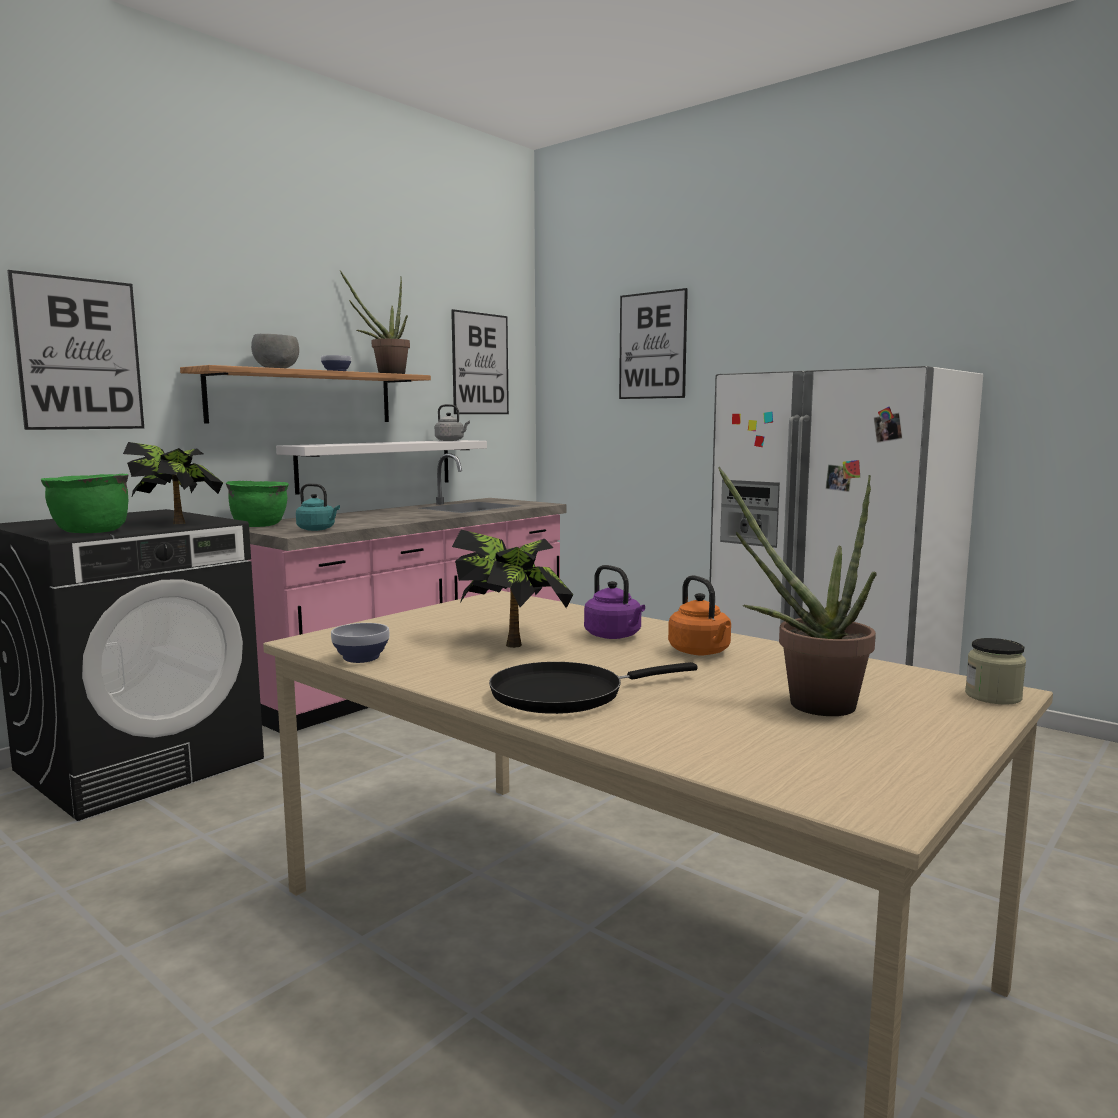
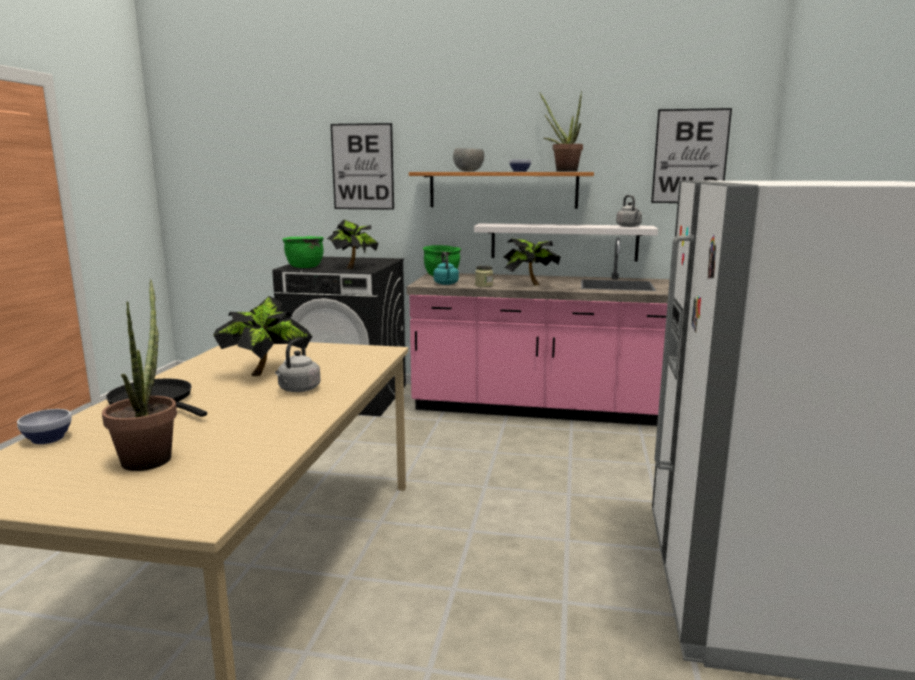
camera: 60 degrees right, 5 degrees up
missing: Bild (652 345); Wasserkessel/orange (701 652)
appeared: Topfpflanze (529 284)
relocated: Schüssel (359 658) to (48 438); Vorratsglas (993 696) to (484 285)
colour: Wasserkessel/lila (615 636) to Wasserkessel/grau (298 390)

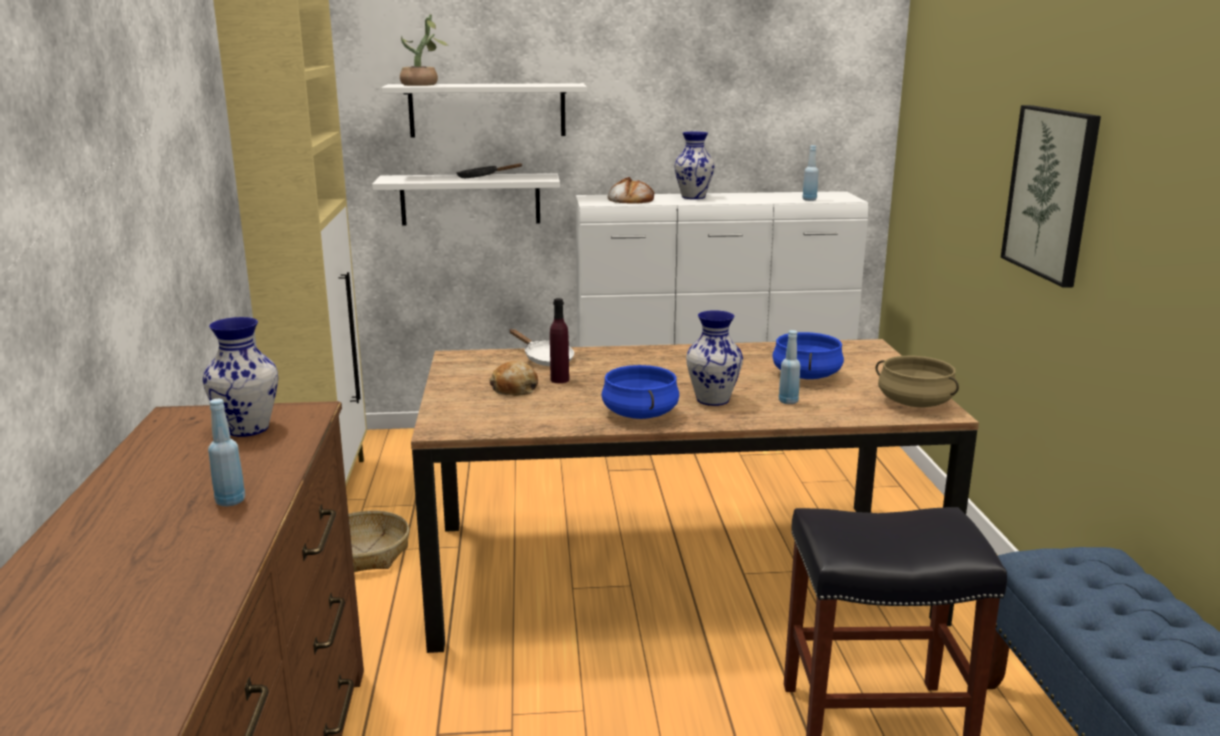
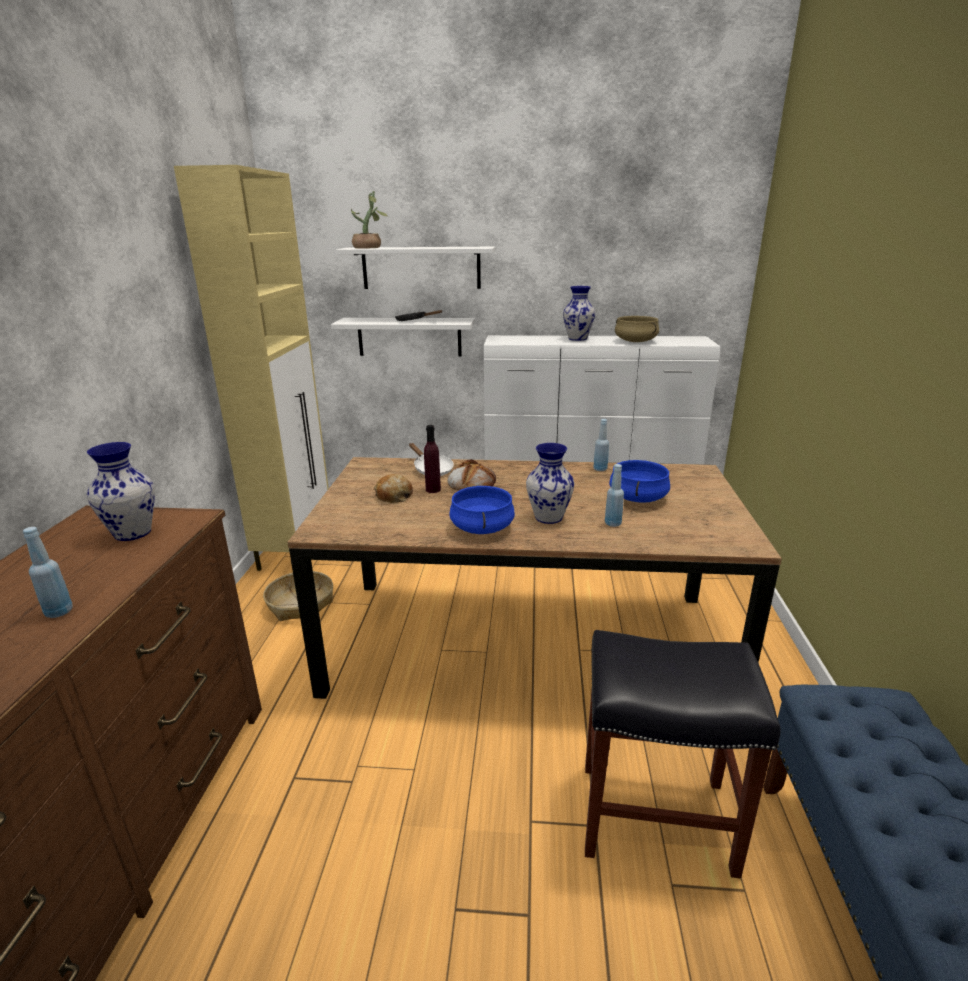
camera: 10 degrees right, 5 degrees up
missing: Bild (1051 193)
relocated: Flasche/blau (809 200) to (600 469); Brot (630 199) to (471 482); Kochtopf/beige (914 403) to (635 341)

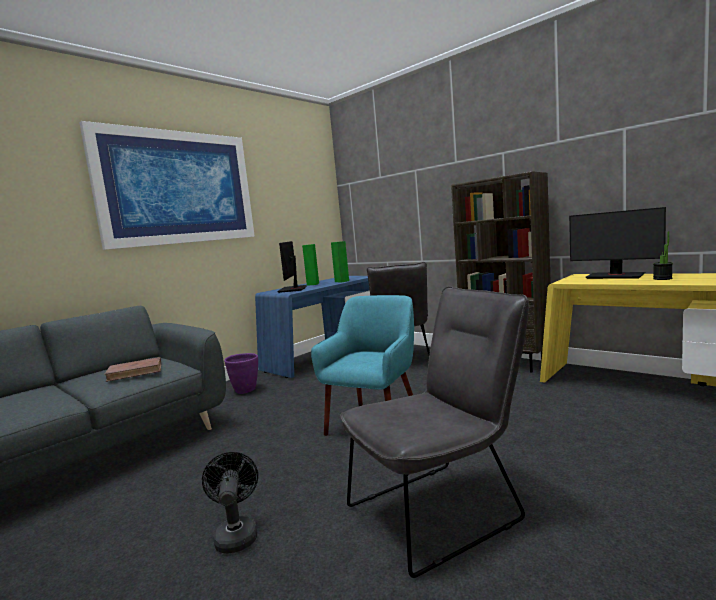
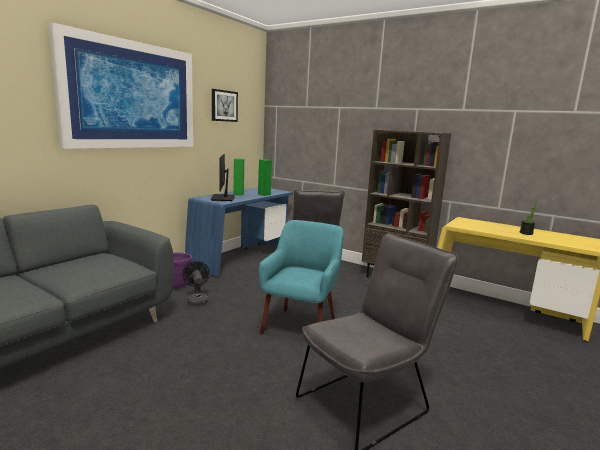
camera: 10 degrees left, 5 degrees up
missing: Monitor (615 276); Buch/braun (135 372)
appeared: Bild (224 106)
relocated: Ventilator/schwarz (236 534) to (197 300)

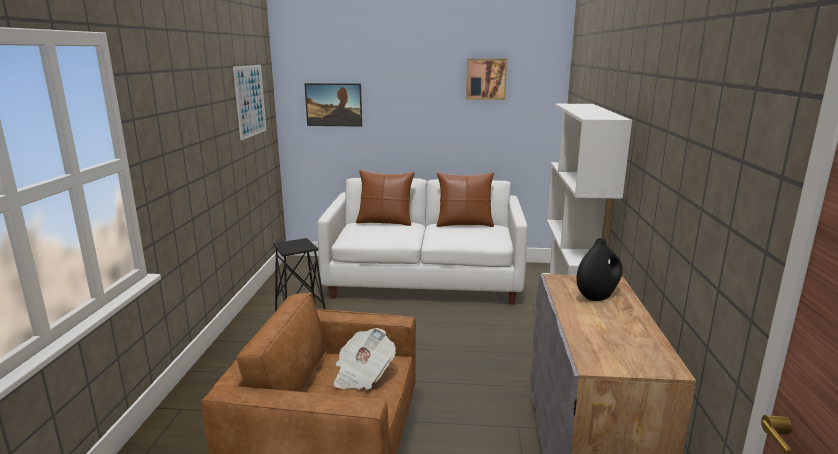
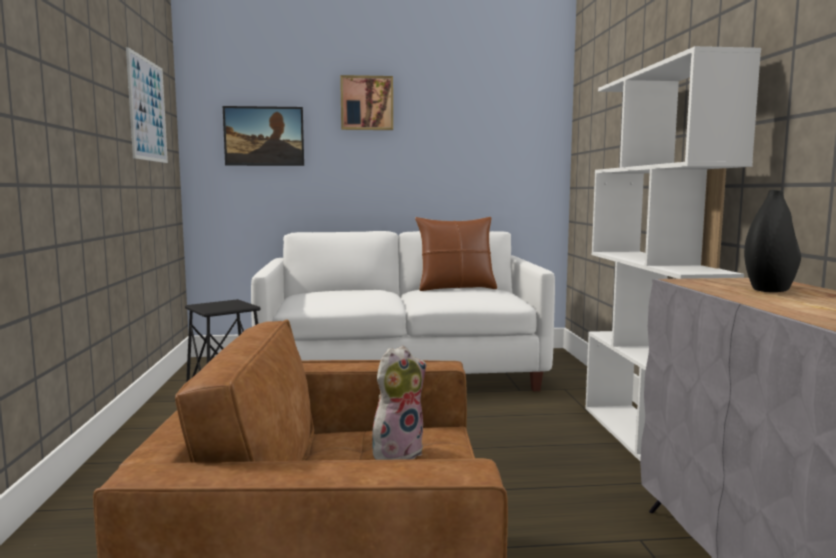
camera: 10 degrees left, 10 degrees down
missing: Kissen/braun (385 222)
relocated: Bild (486 79) to (367 103)
exchanged: Zeitung (362 374) to Plüschtier (397 451)

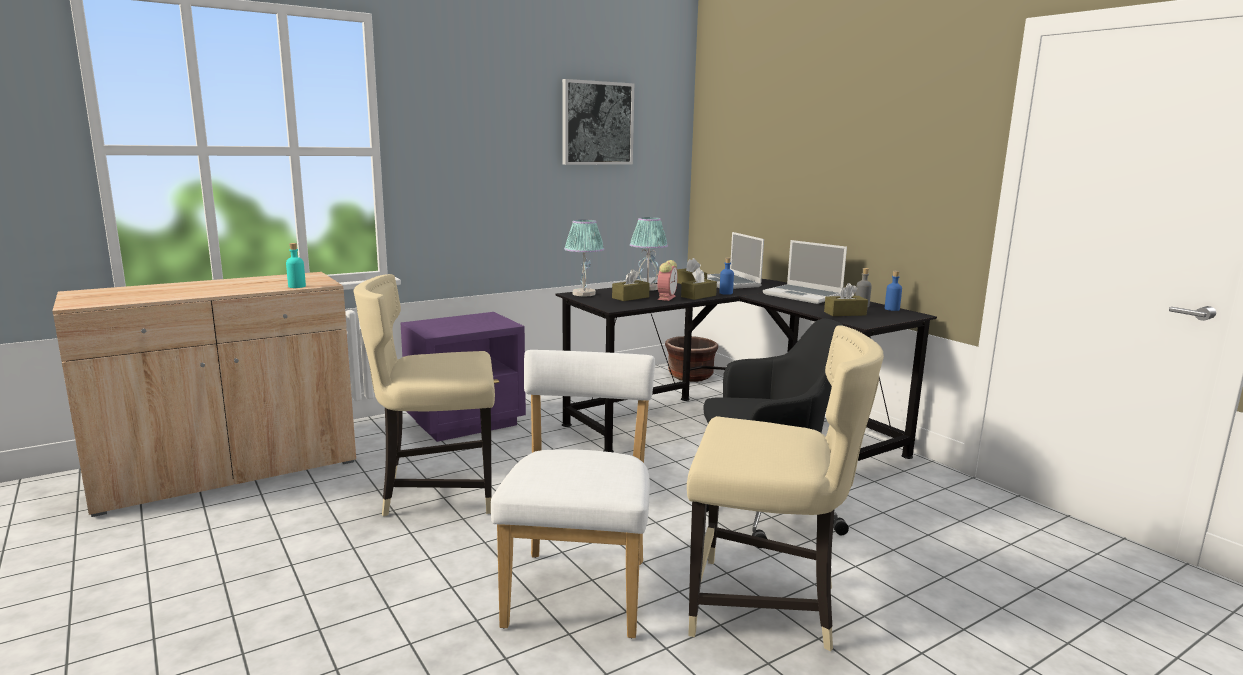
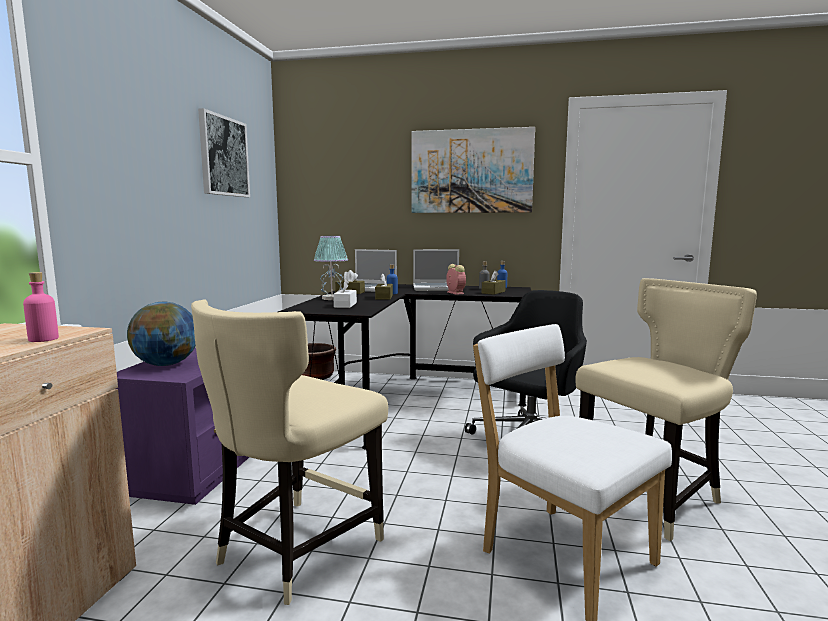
camera: 45 degrees left, 5 degrees down
missing: Tischlampe (583 294)
appeared: Bild (471 171); Globus (166 364)
relocated: Wecker (666 297) to (454 293)
colour: Flasche/türkis (297 286) to Flasche/rosa (43 339); Taschentuchbox/braun (630 297) to Taschentuchbox/weiß (345 305)

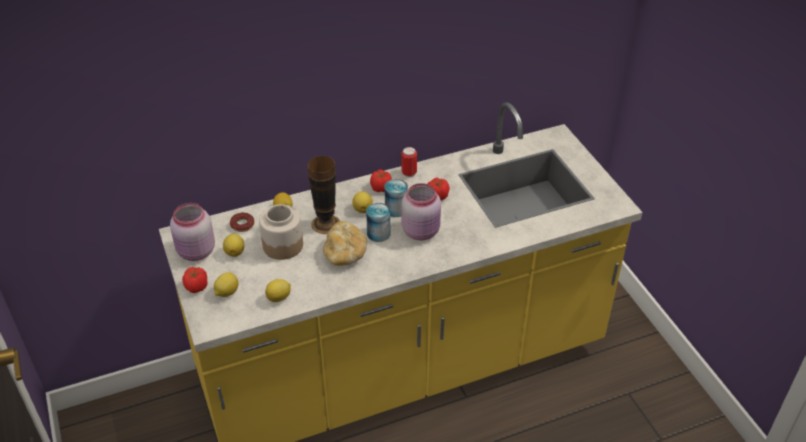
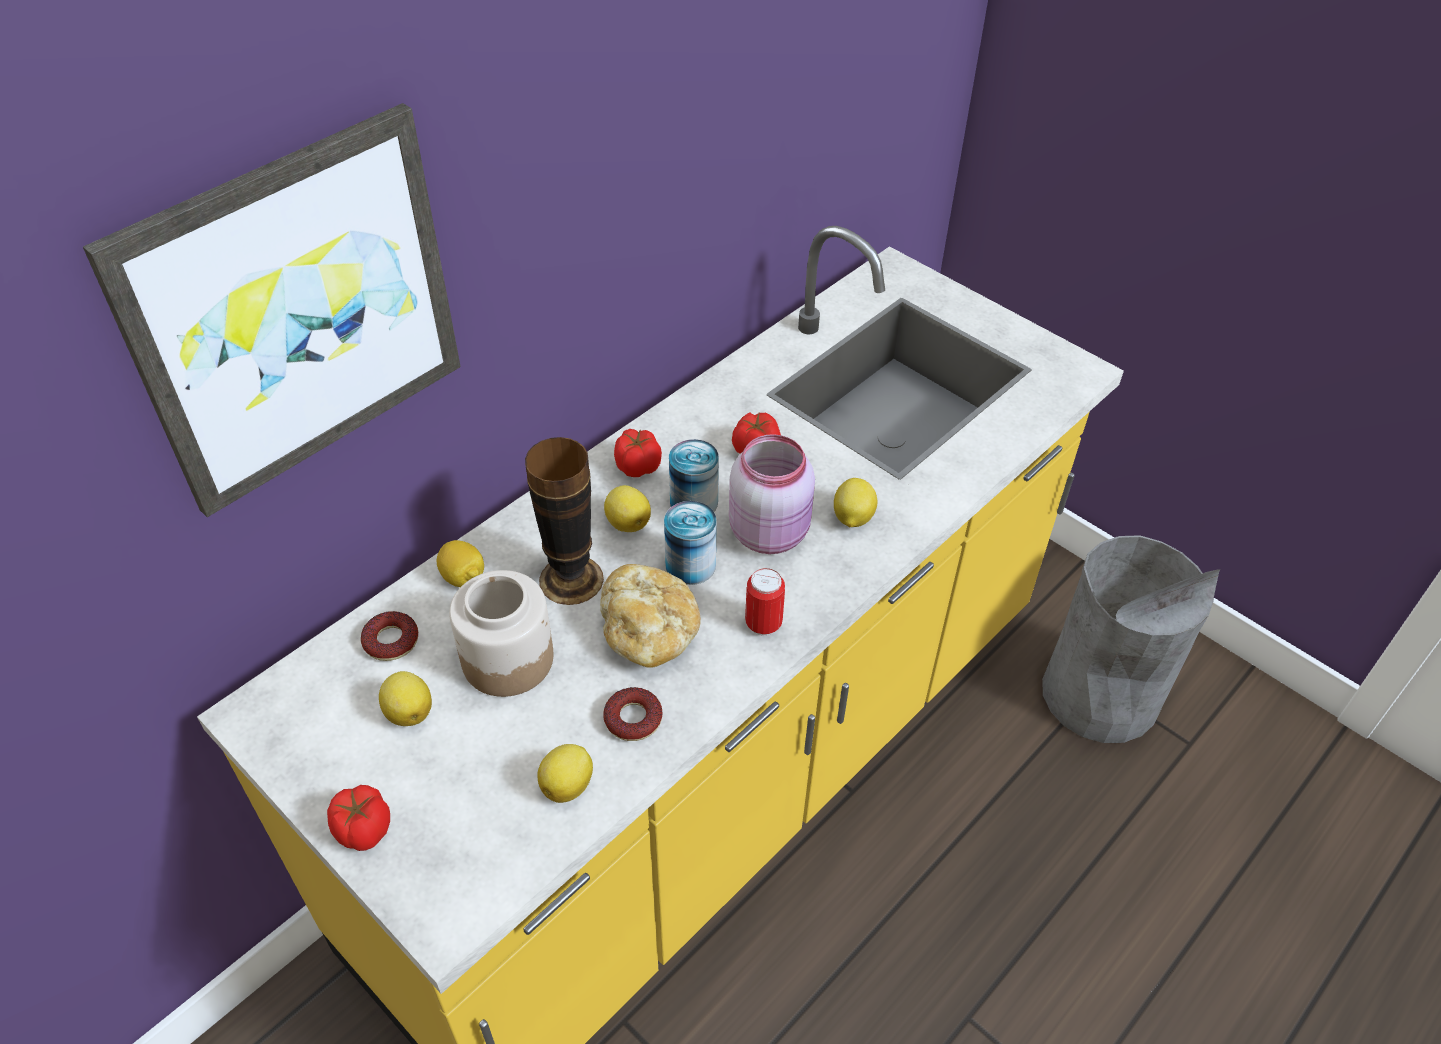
camera: 25 degrees left, 5 degrees up
missing: Vorratsglas/rosa (196 252)
appeared: Bild (295 311); Mülleimer/grau (1100 694); Donut (633 719)
relocated: Dose (409 173) to (763 624); Zitrone (226 292) to (852 518)

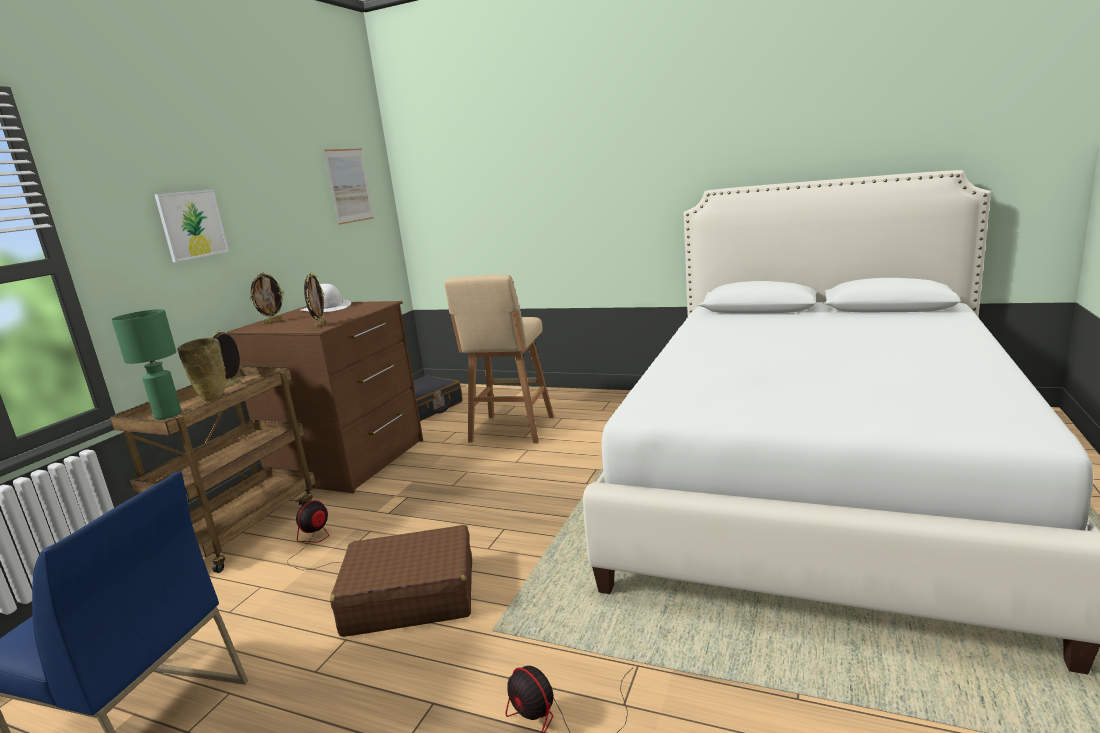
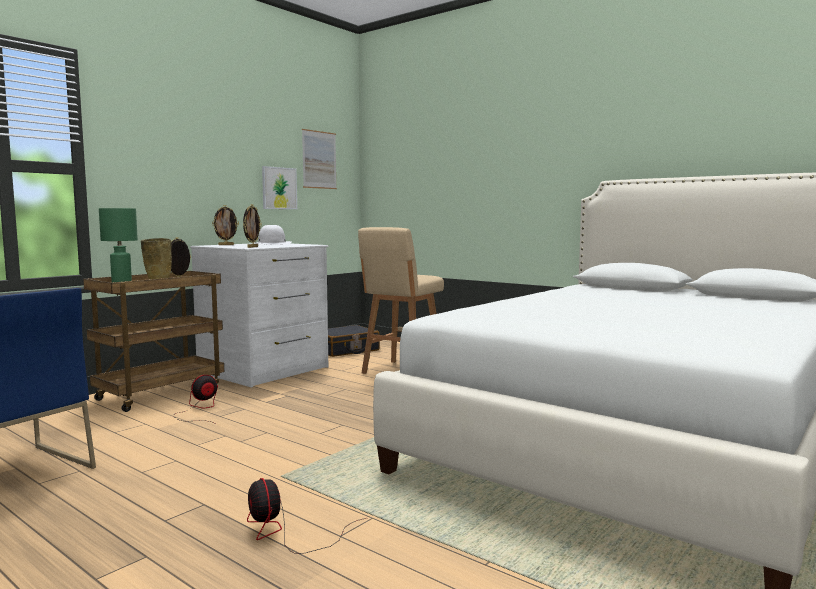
camera: 15 degrees right, 10 degrees down
missing: Koffer/braun (410 596)
relocated: Bild (192 224) to (279 188)
colour: Kommode/braun (350 461) to Kommode/weiß (265 370)

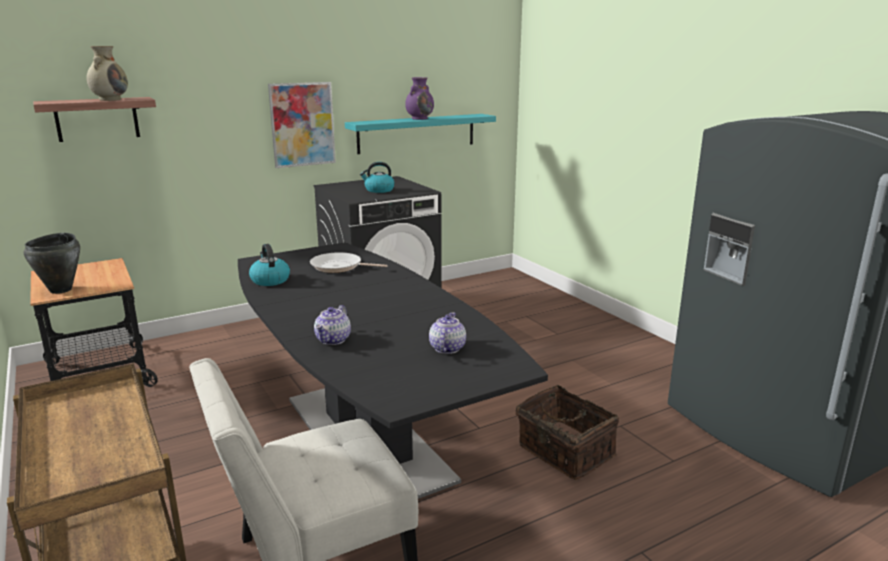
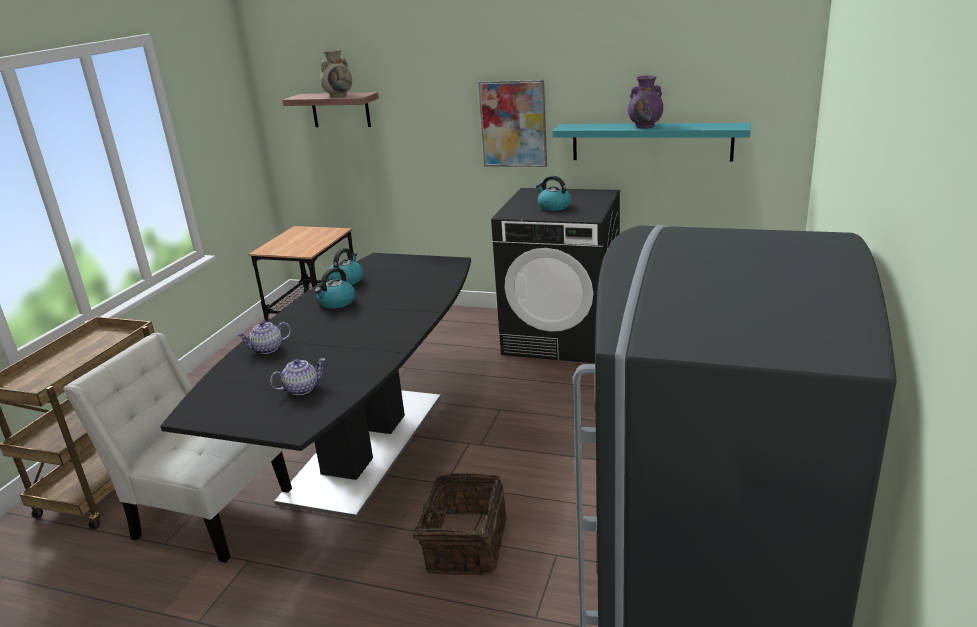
camera: 50 degrees right, 5 degrees up
missing: Kochtopf/schwarz (61 290); Pfanne (339 267)
appeared: Wasserkessel (336 303)

